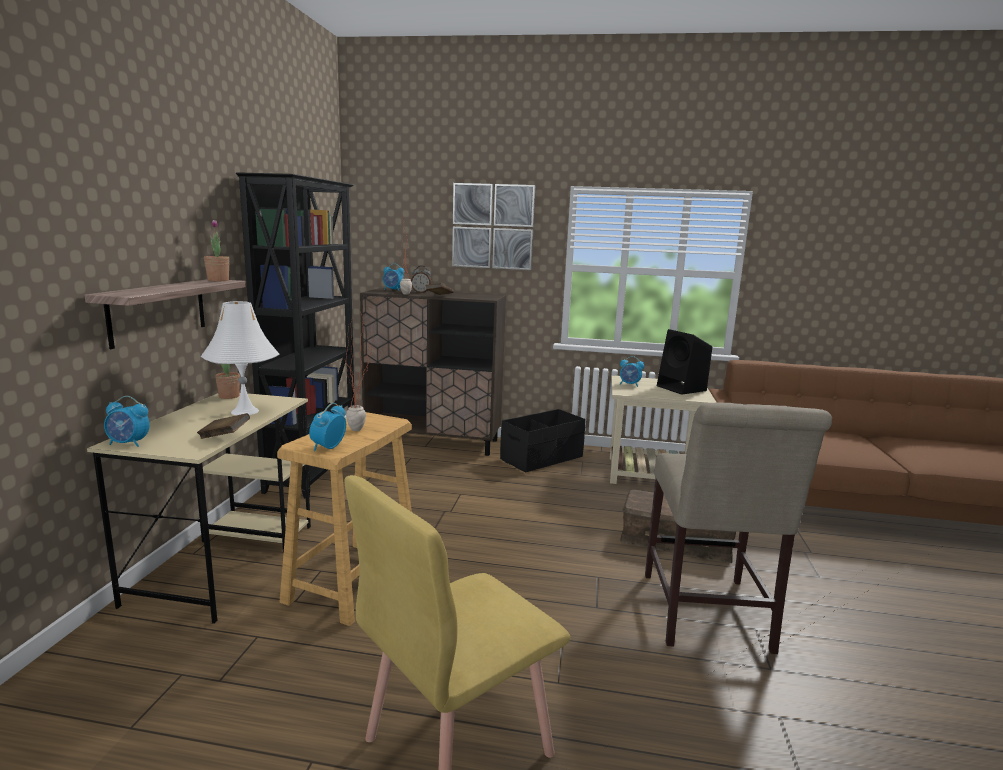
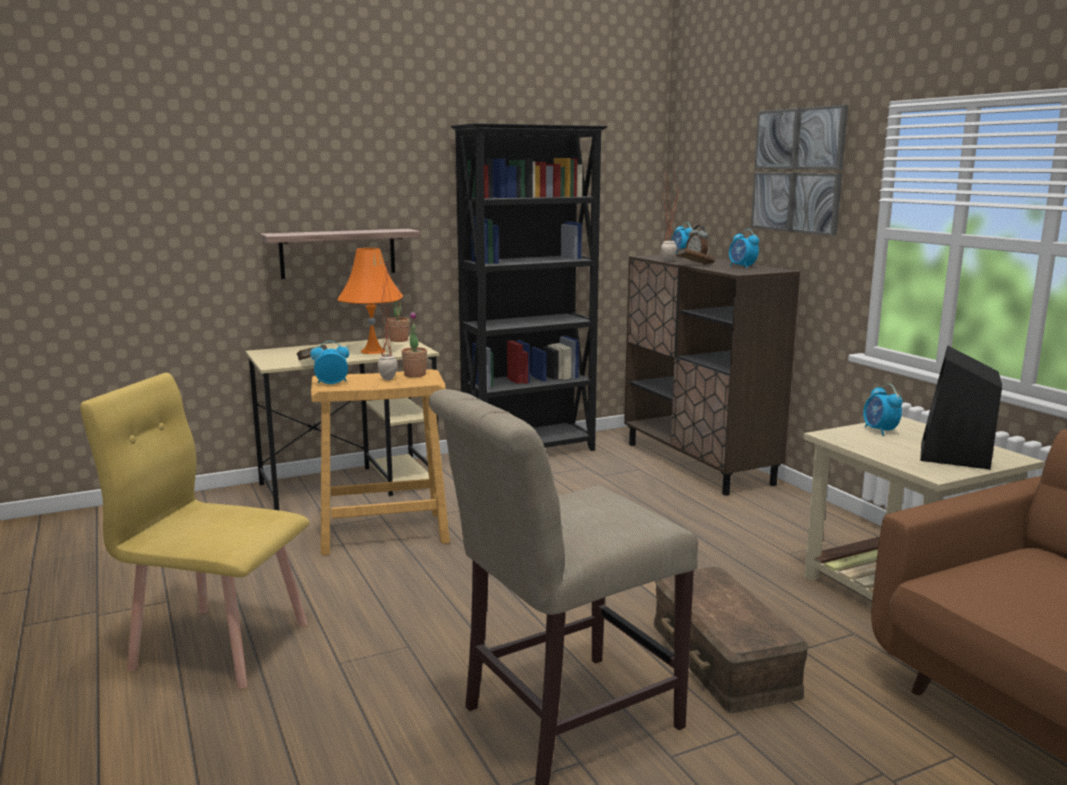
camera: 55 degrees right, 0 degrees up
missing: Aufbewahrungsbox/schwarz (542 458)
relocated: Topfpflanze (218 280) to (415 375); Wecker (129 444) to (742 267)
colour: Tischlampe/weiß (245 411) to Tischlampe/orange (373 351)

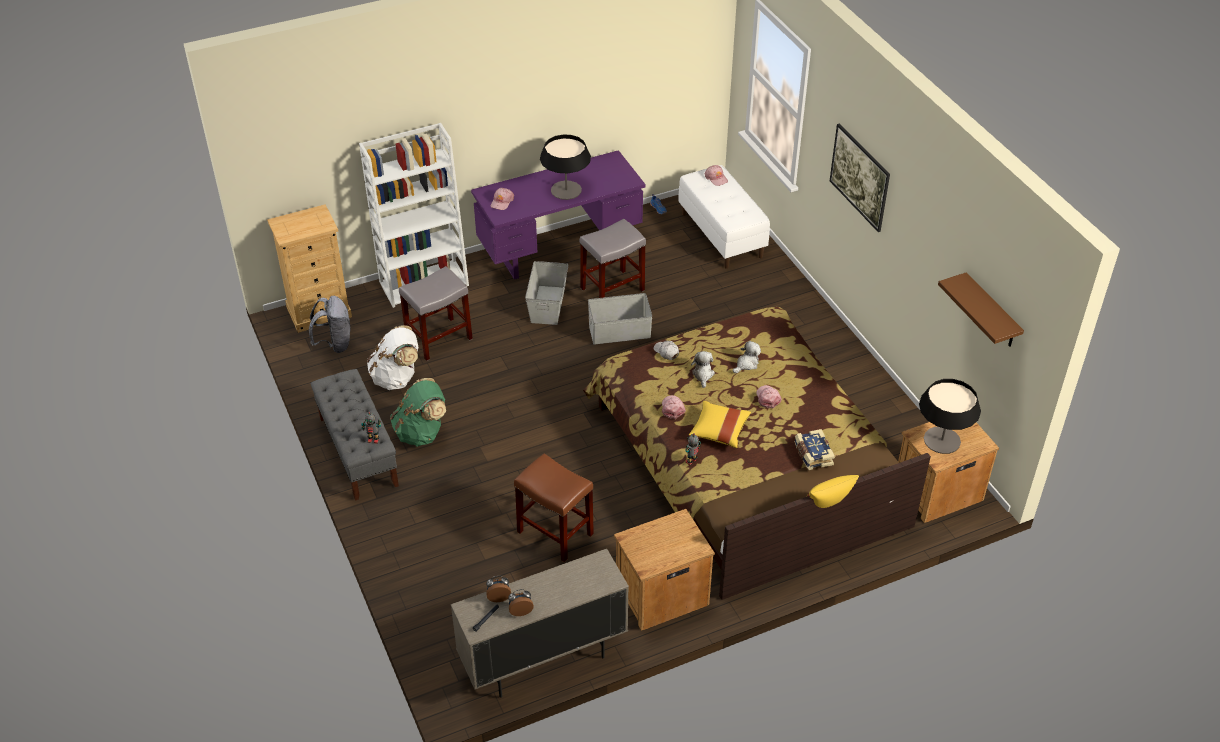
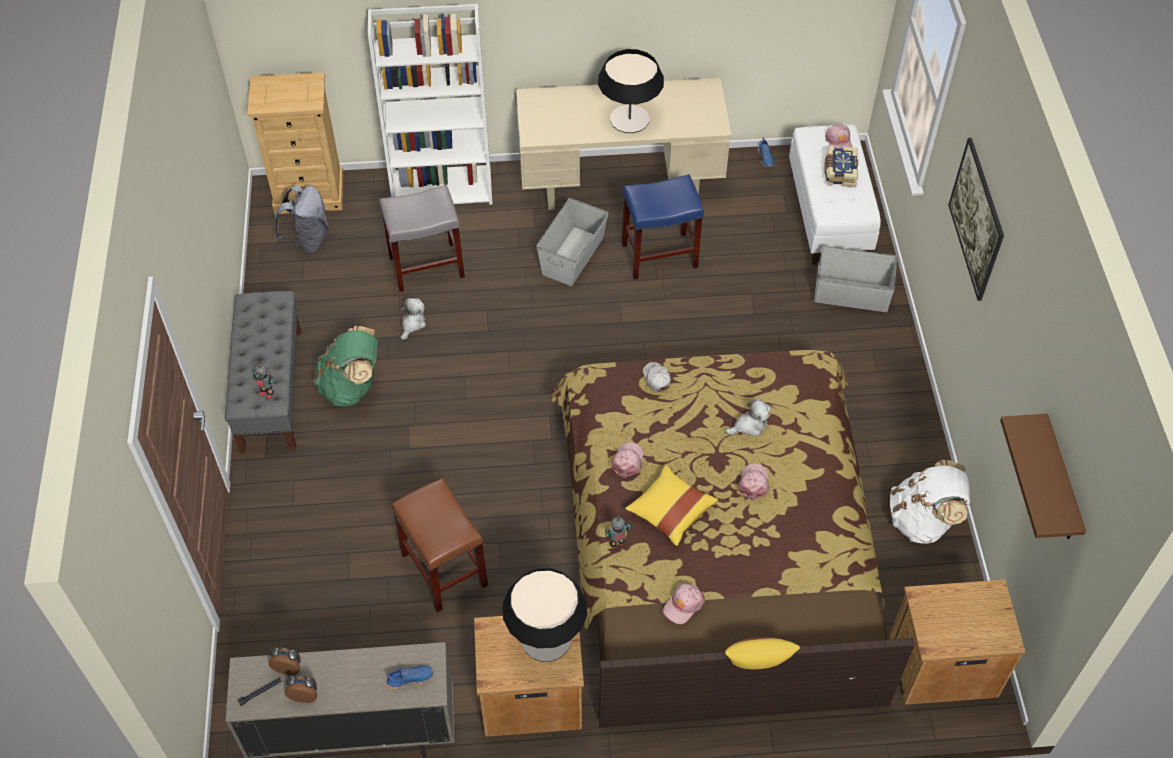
camera: 20 degrees right, 10 degrees up
appeared: Schuh/blau (410 678)
relocated: Kappe/rosa (502 202) to (683 605); Aufbewahrungsbox/grau (620 332) to (852 294); Rucksack/weiß (397 378) to (922 520); Plüschtier (703 375) to (412 324); Tischlampe (942 440) to (546 638); Buch (812 455) to (839 172)
colour: Schreibtisch/lila (560 250) to Schreibtisch/beige (621 184); Hocker/grau (612 290) to Hocker/blau (658 256)

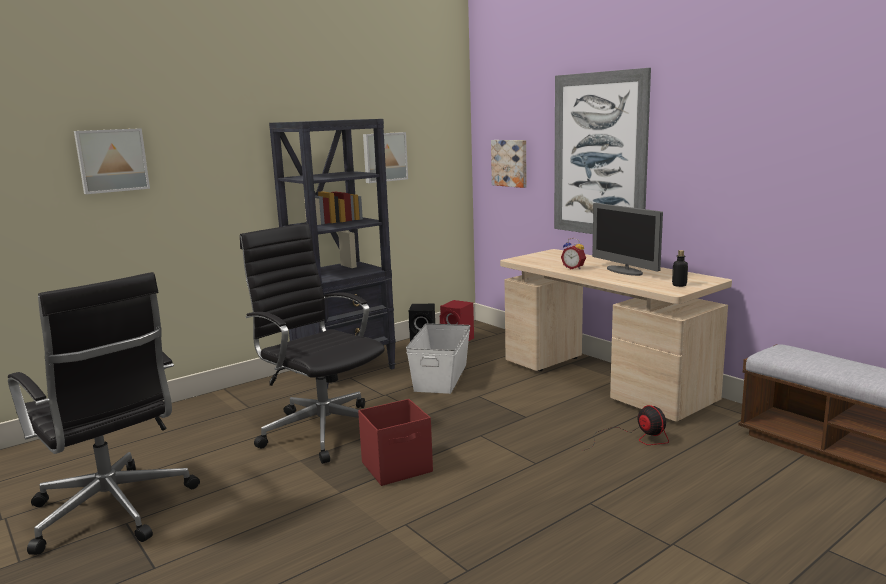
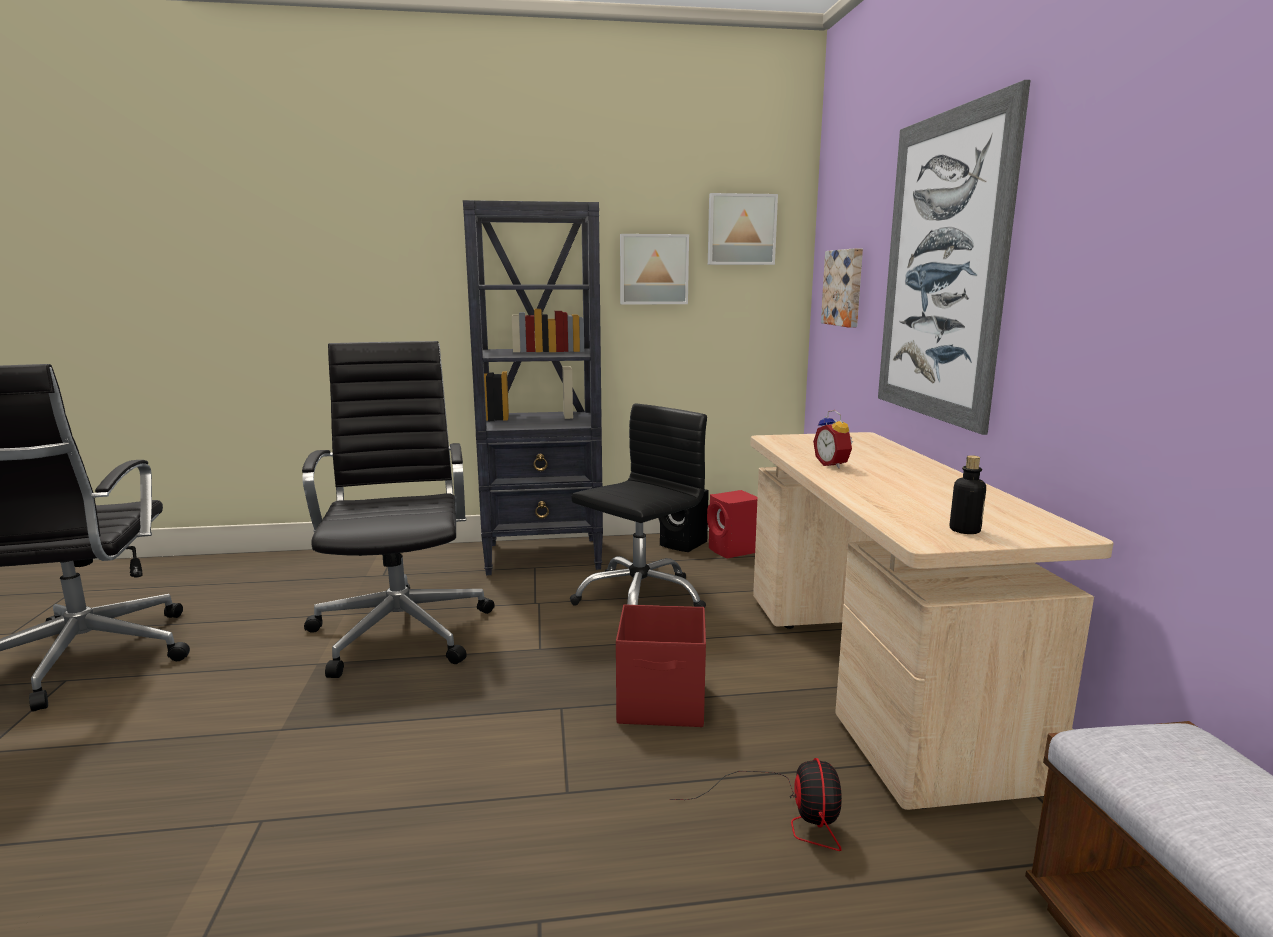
camera: 30 degrees right, 0 degrees up
missing: Monitor (624 271)
relocated: Bild (112 160) to (741 229); Aufbewahrungsbox/rot (398 467) to (663 703)
exchanged: Aufbewahrungsbox/weiß (441 377) to Bürostuhl/schwarz (639 598)

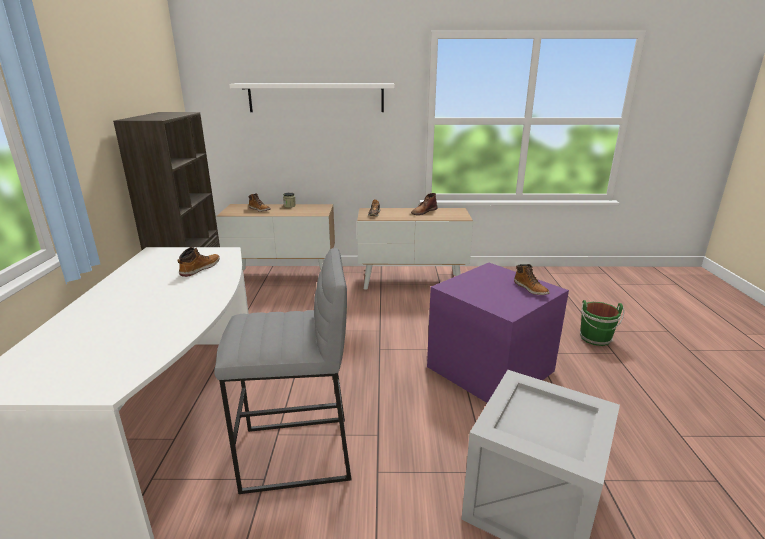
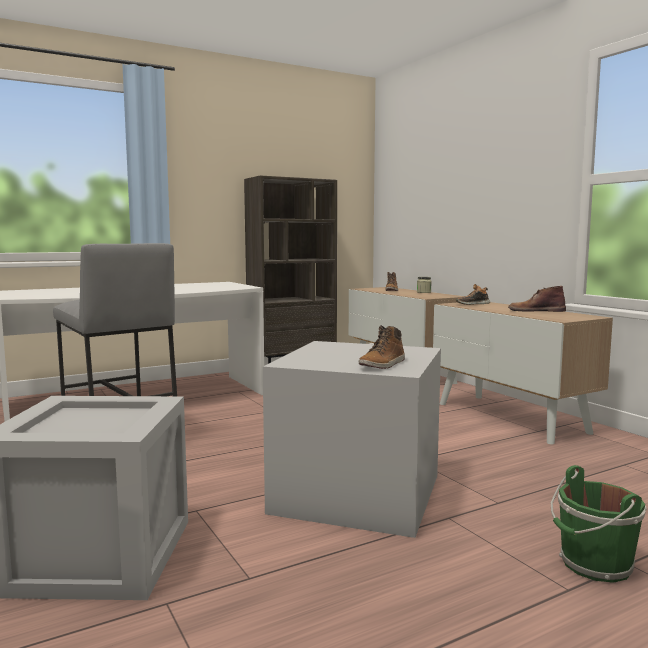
camera: 60 degrees right, 15 degrees down
missing: Wandregal/weiß (316 97); Stiefel (200 268)
colour: Aufbewahrungsbox/lila (490 367) to Aufbewahrungsbox/grau (360 493)

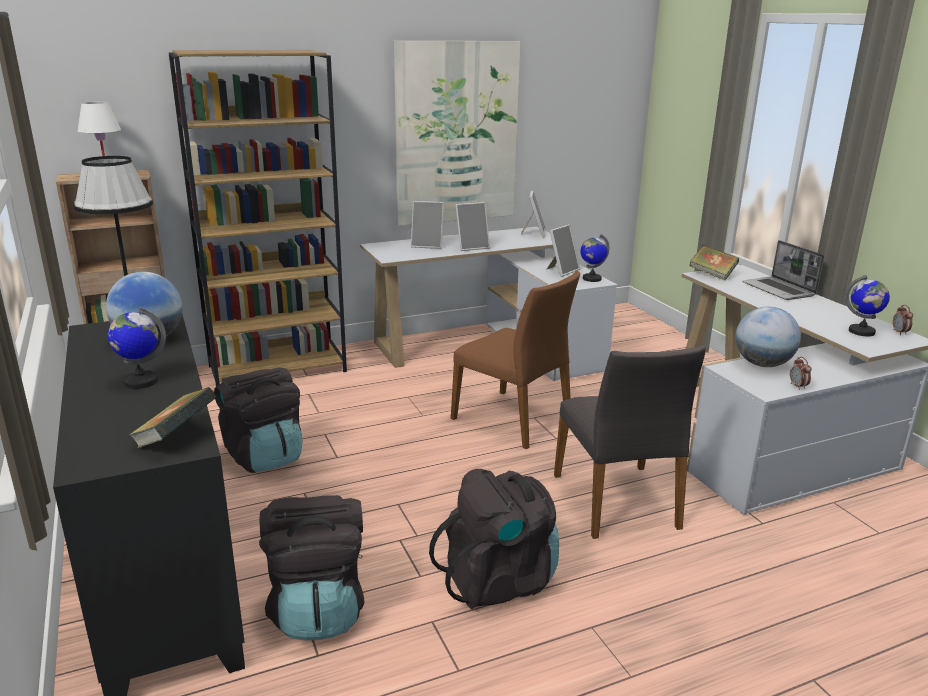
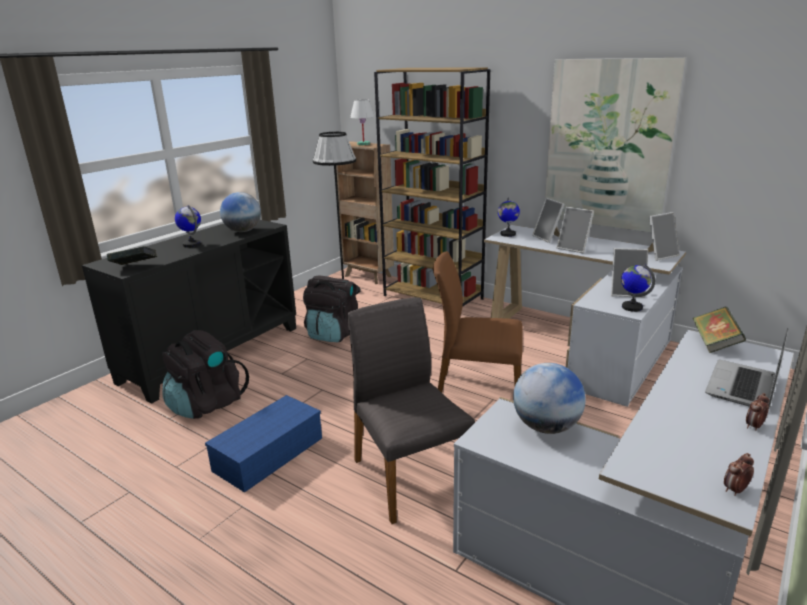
camera: 60 degrees right, 0 degrees up
relocated: Globus (861 332) to (507 234); Wecker (798 386) to (754 426)
exchanged: Rucksack/schwarz (499 580) to Aufbewahrungsbox/blau (269 453)
spun: Stuhl/braun (513 419) = (478 392) 90 degrees clockwise; Stuhl/grau (617 501) = (409 475) 105 degrees clockwise

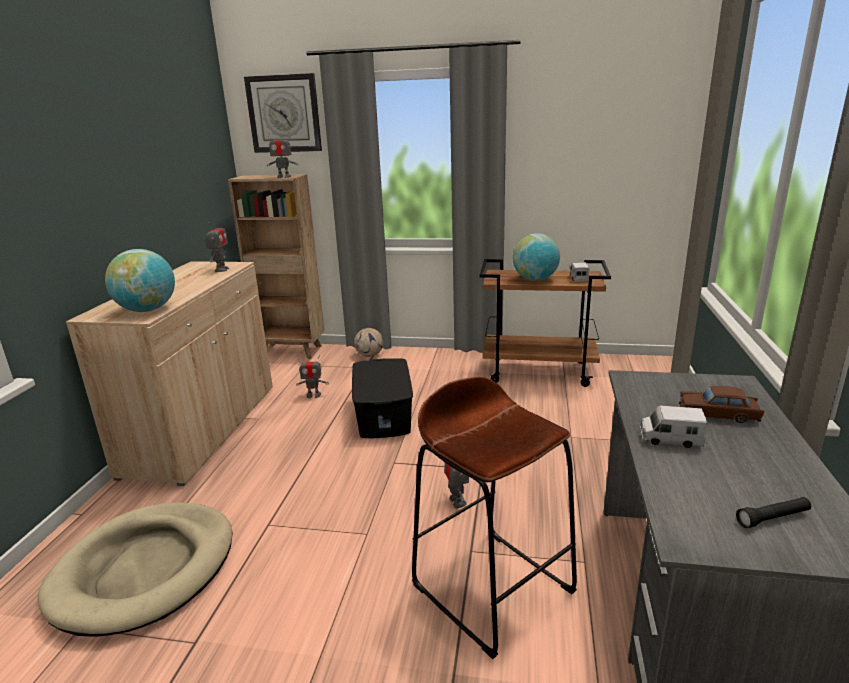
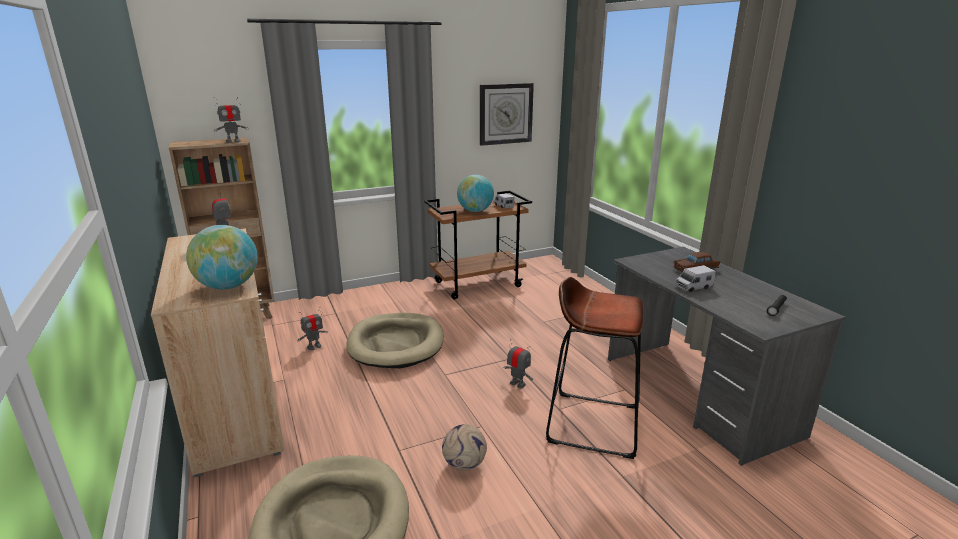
camera: 35 degrees left, 0 degrees up
relocated: Wanduhr (284 114) to (505 114); Fußball (370 355) to (465 464)
exchanged: Aufbewahrungsbox/schwarz (384 414) to Hundebett/beige (396 344)

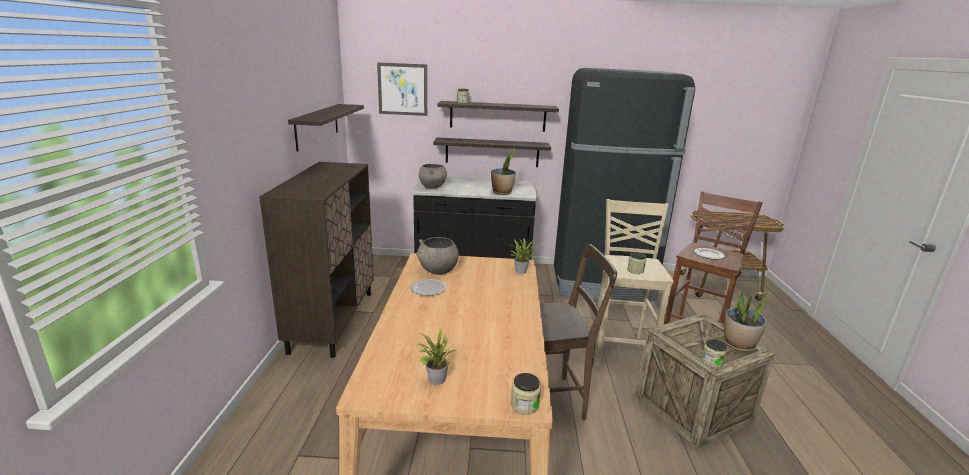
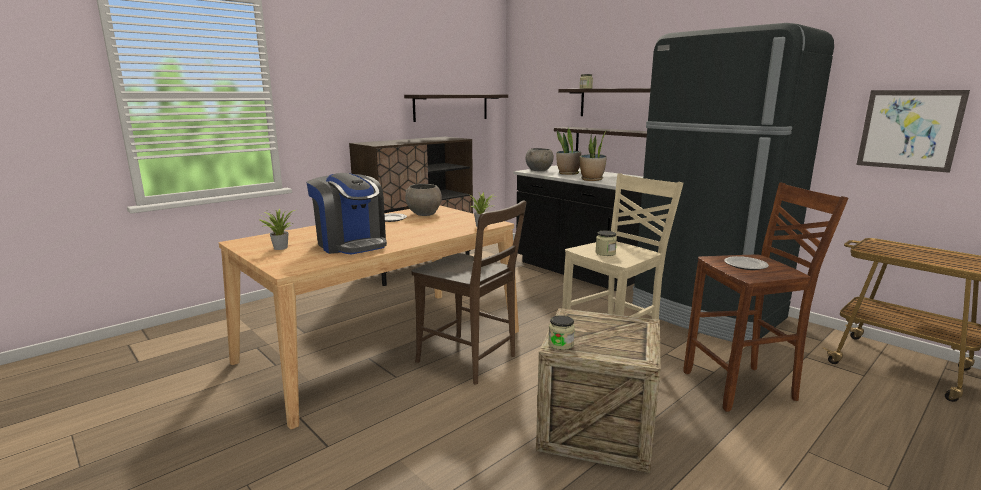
camera: 45 degrees right, 5 degrees down
missing: Vorratsglas (524 405)
appeared: Kaffeemaschine (351 244)
relocated: Bild (402 89) to (909 130); Topfpflanze (738 345) to (568 173)

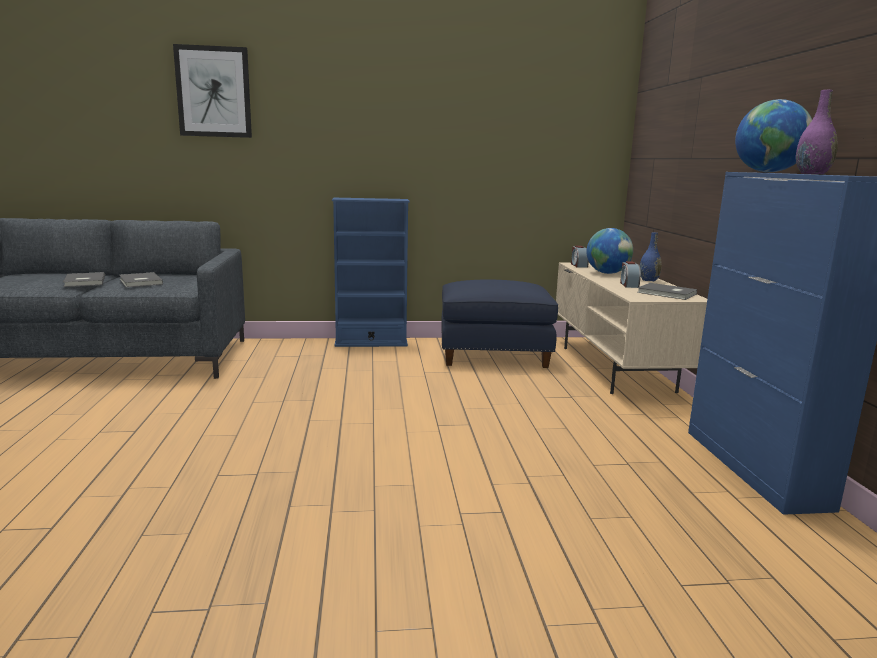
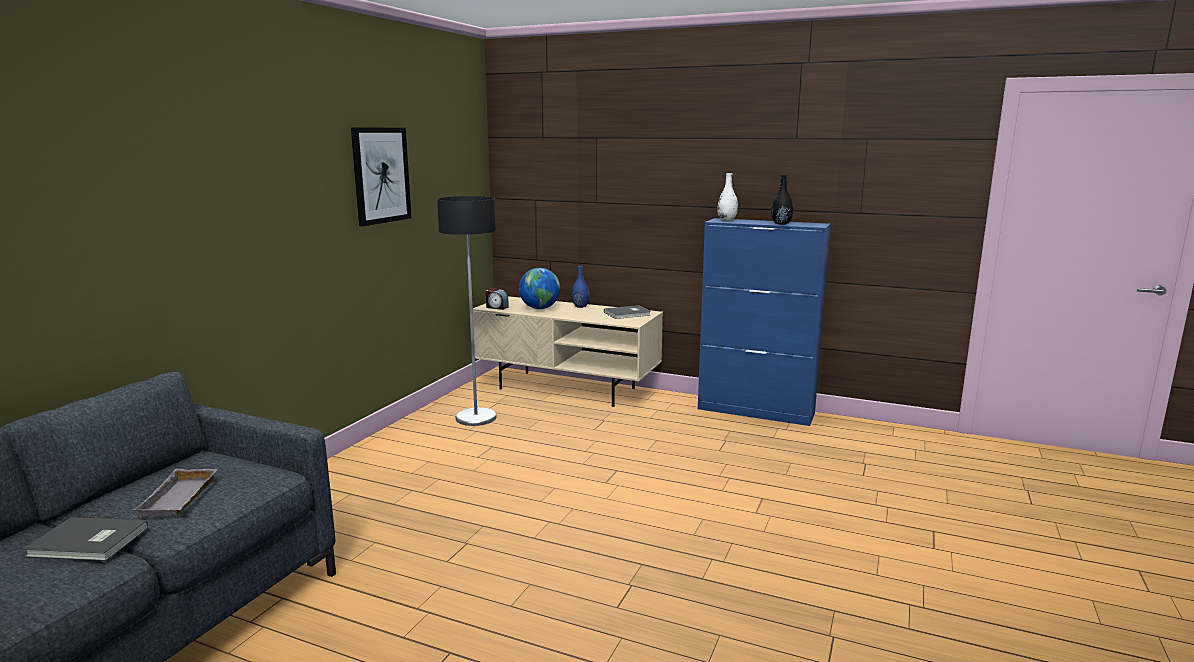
camera: 60 degrees left, 0 degrees up
missing: Bücherregal/blau (371 343); Wecker (629 285)
relocated: Bild (214 92) to (381 175)
exchanged: Globus (767 172) to Vase/weiß (726 220); Buch/grau (139 282) to Tablett/grau (181 499); Polsterhocker/blau (493 355) to Stehlampe (476 418)
colour: Vase/lila (812 174) to Vase/schwarz (781 223)

